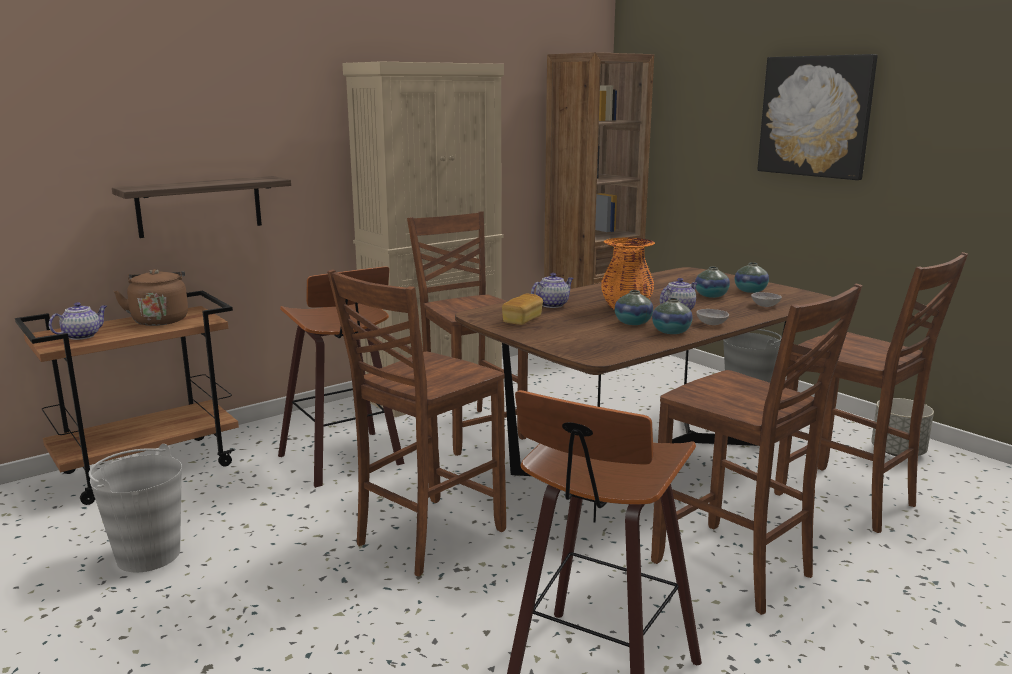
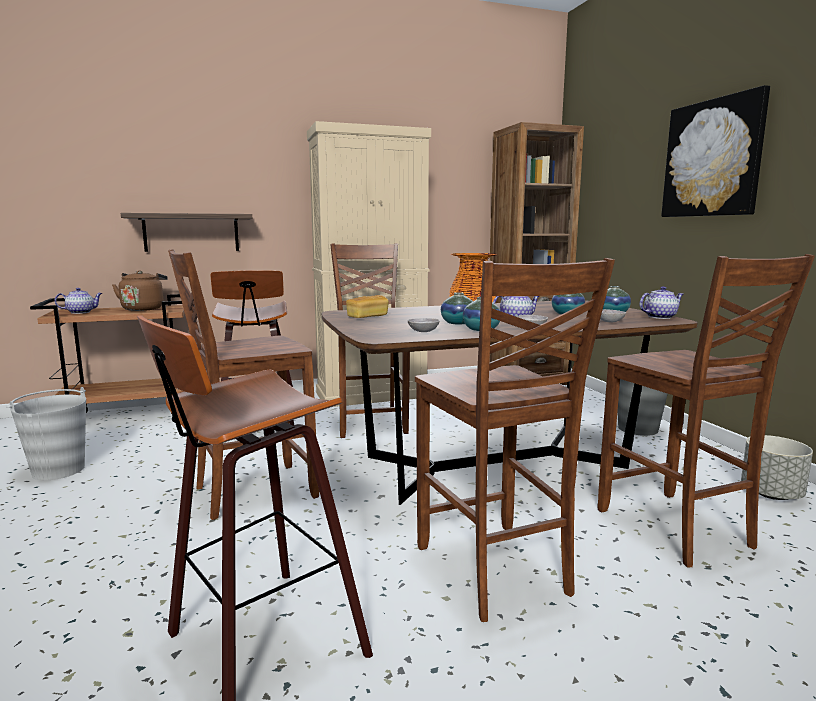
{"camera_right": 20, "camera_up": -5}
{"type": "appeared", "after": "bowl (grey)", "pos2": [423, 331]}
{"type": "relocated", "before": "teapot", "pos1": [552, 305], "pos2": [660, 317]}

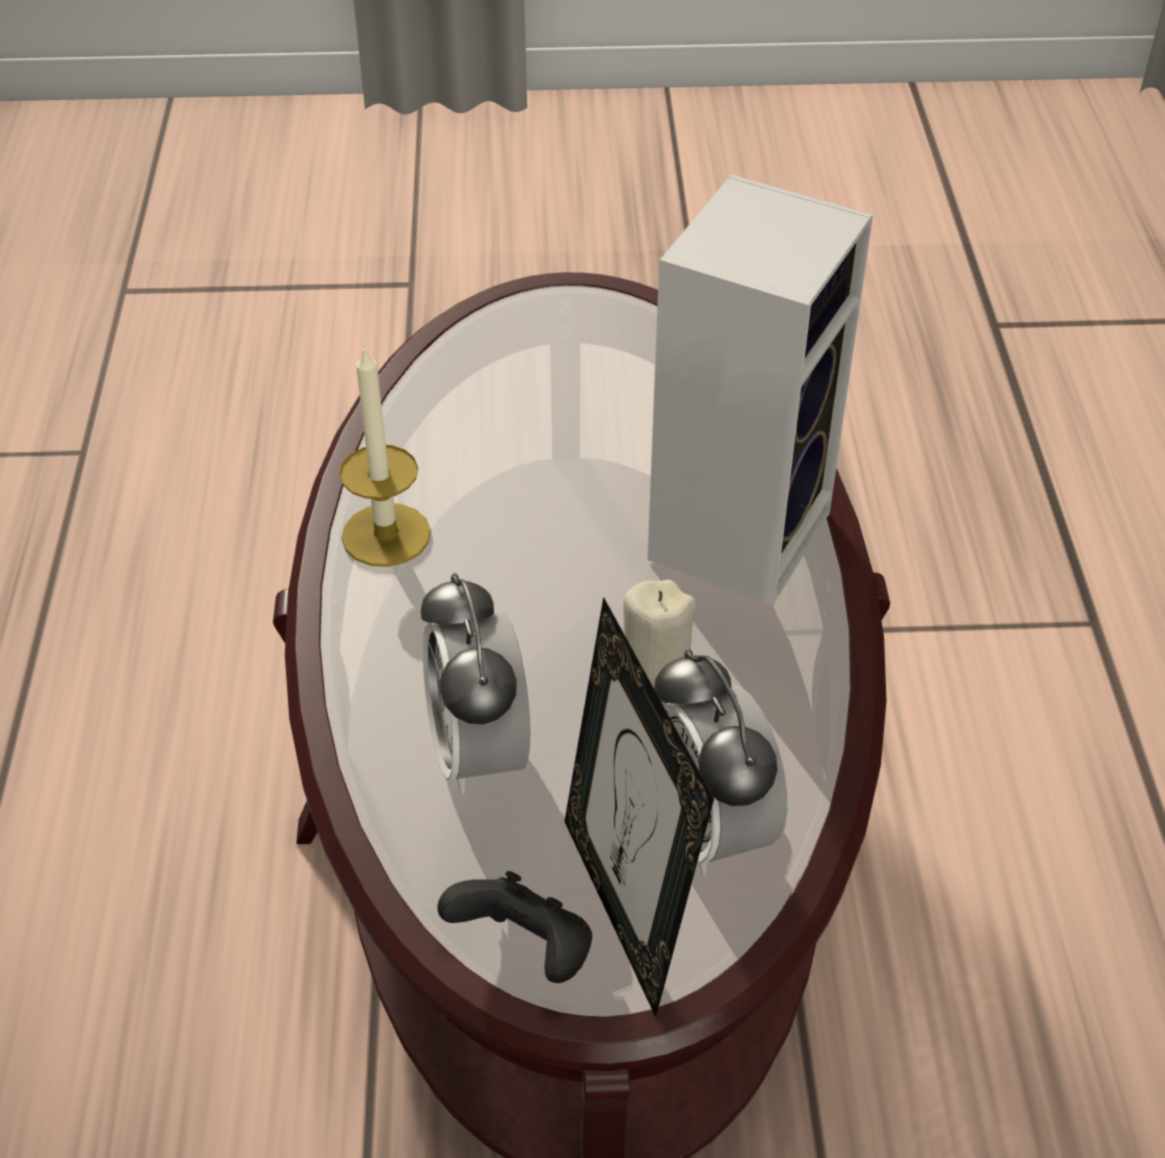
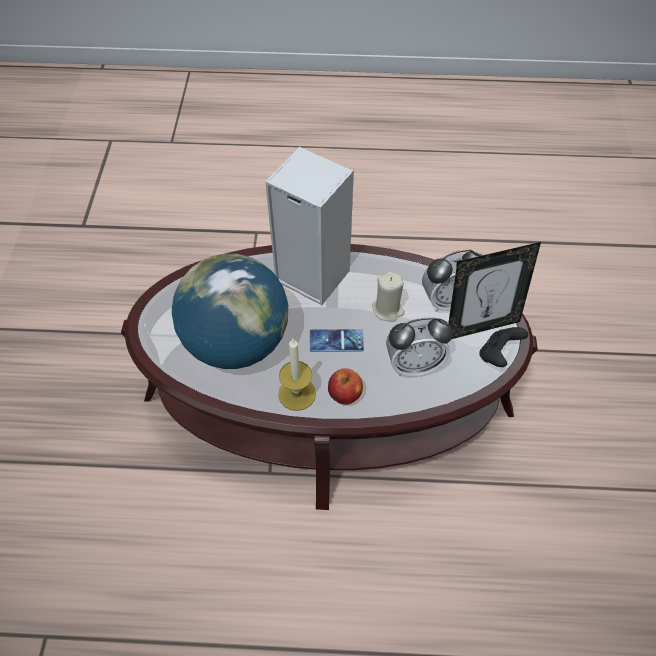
{"camera_right": -85, "camera_up": 10}
{"type": "appeared", "after": "globe", "pos2": [236, 342]}
{"type": "appeared", "after": "phone", "pos2": [336, 340]}
{"type": "appeared", "after": "apple", "pos2": [344, 394]}

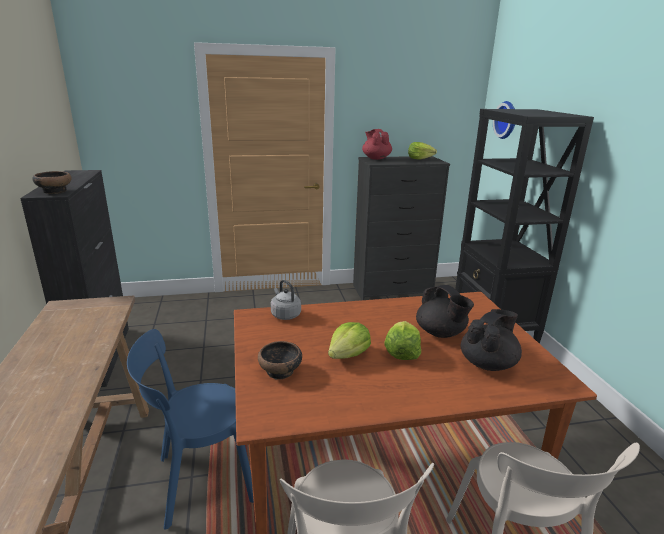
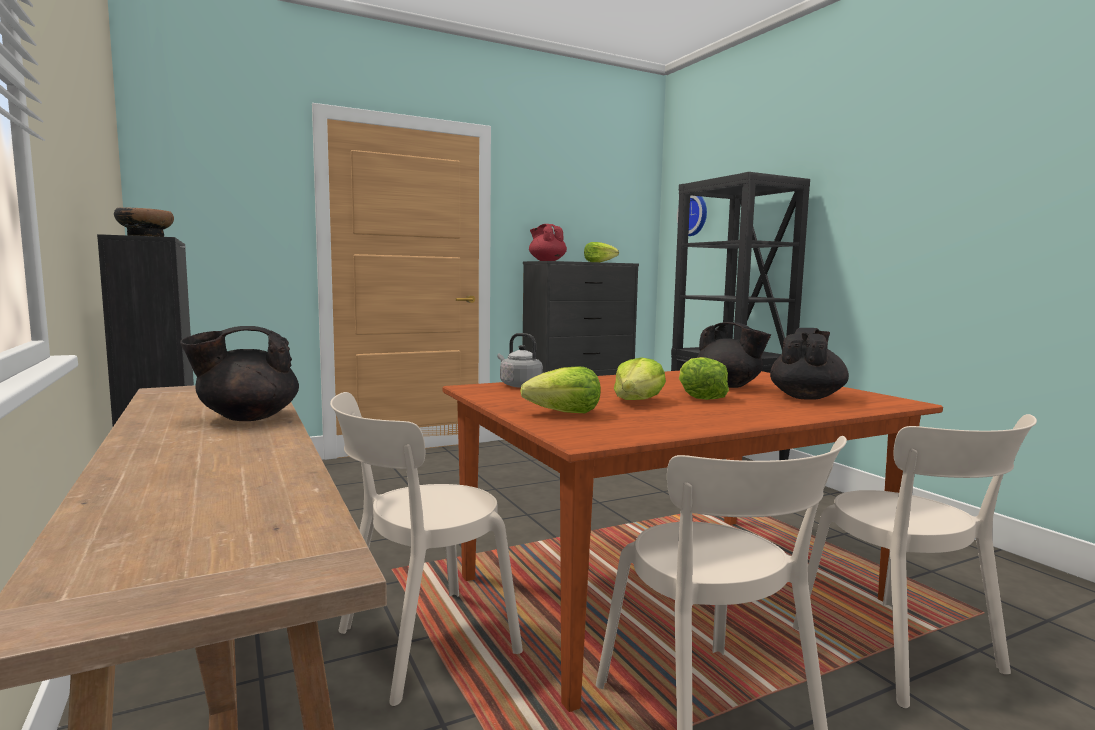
{"camera_right": -15, "camera_up": -15}
{"type": "appeared", "after": "teapot (black)", "pos2": [247, 417]}
{"type": "colour", "before": "chair (blue)", "after": "chair (beige)", "pos1": [200, 481], "pos2": [419, 645]}
{"type": "exchanged", "before": "bowl", "after": "lettuce", "pos1": [280, 371], "pos2": [564, 413]}

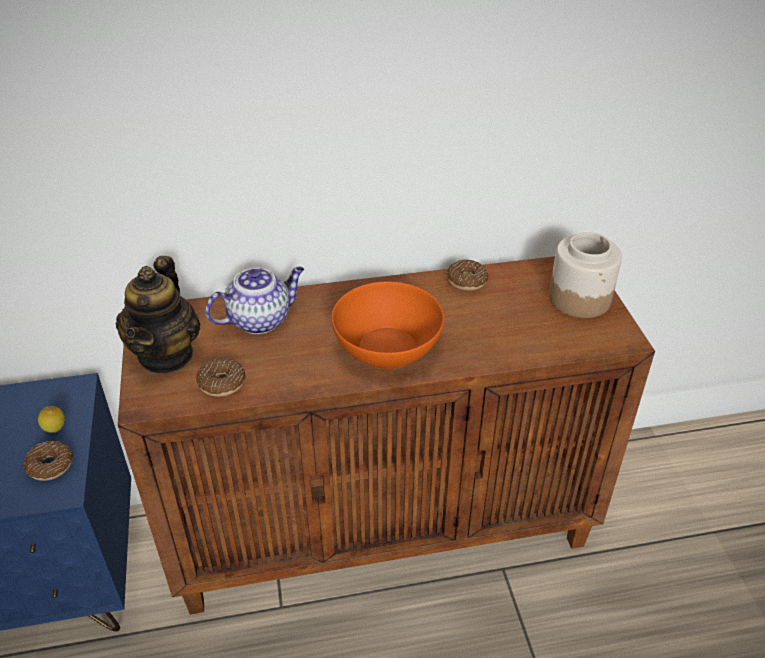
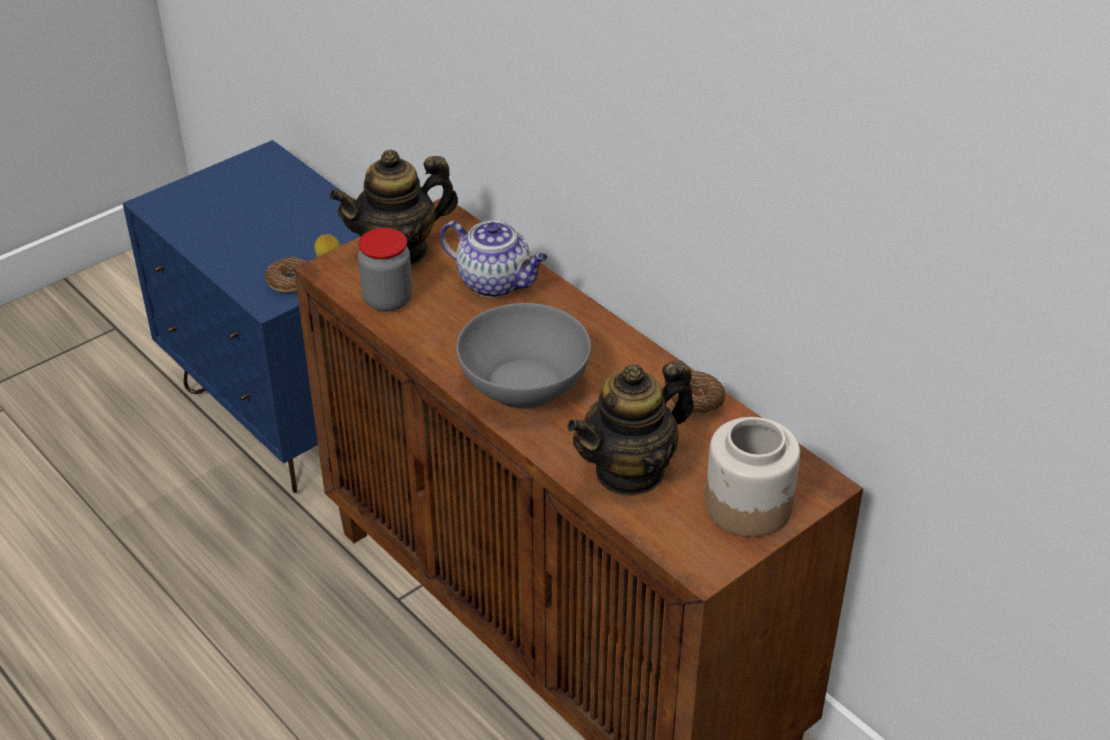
{"camera_right": 60, "camera_up": 0}
{"type": "exchanged", "before": "donut", "after": "jar", "pos1": [222, 383], "pos2": [387, 300]}
{"type": "colour", "before": "bowl (orange)", "after": "bowl (grey)", "pos1": [387, 349], "pos2": [523, 385]}
{"type": "appeared", "after": "teapot", "pos2": [630, 471]}

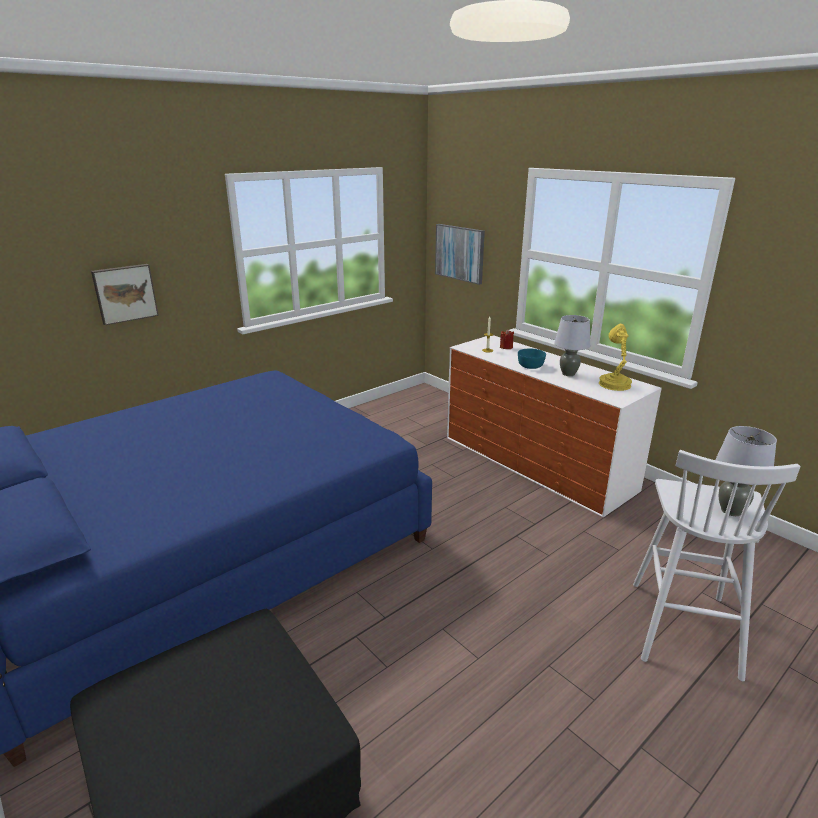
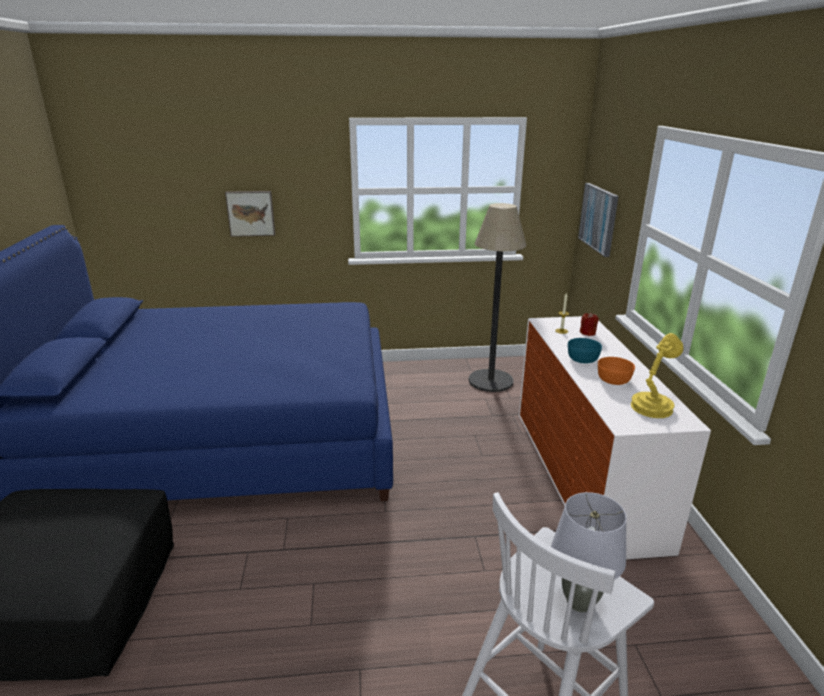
{"camera_right": 35, "camera_up": 0}
{"type": "appeared", "after": "floor lamp", "pos2": [490, 381]}
{"type": "exchanged", "before": "table lamp (grey)", "after": "bowl (orange)", "pos1": [568, 374], "pos2": [613, 379]}

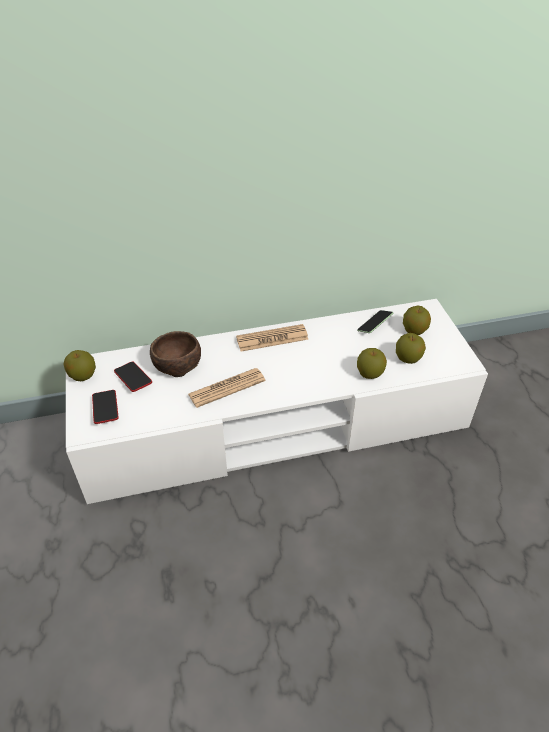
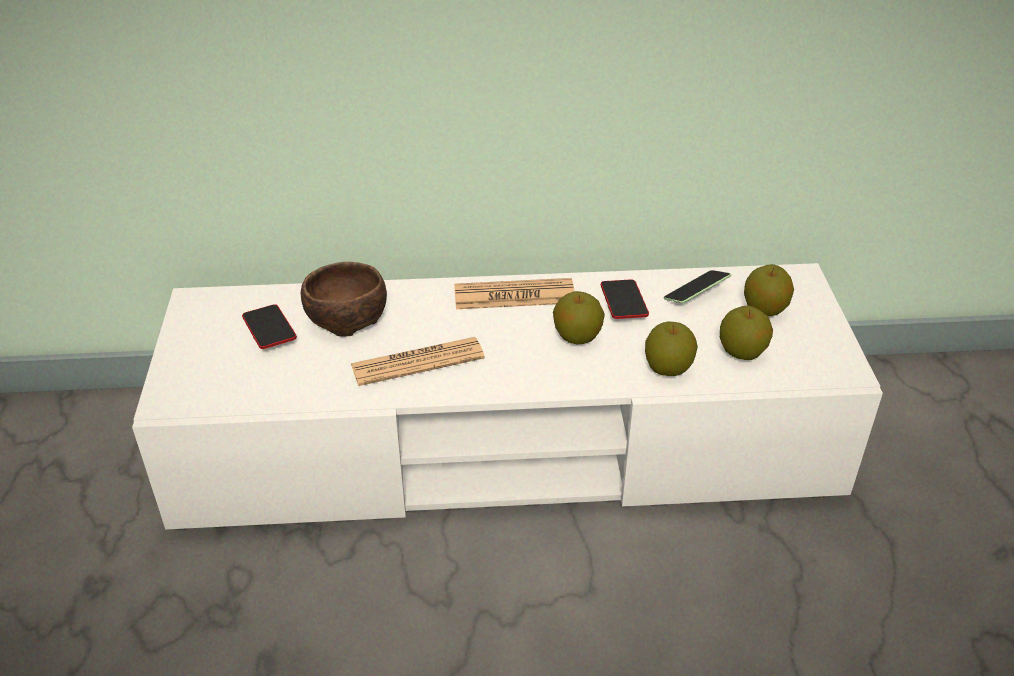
{"camera_right": 10, "camera_up": -5}
{"type": "relocated", "before": "apple", "pos1": [83, 375], "pos2": [577, 336]}
{"type": "relocated", "before": "phone", "pos1": [105, 409], "pos2": [623, 303]}

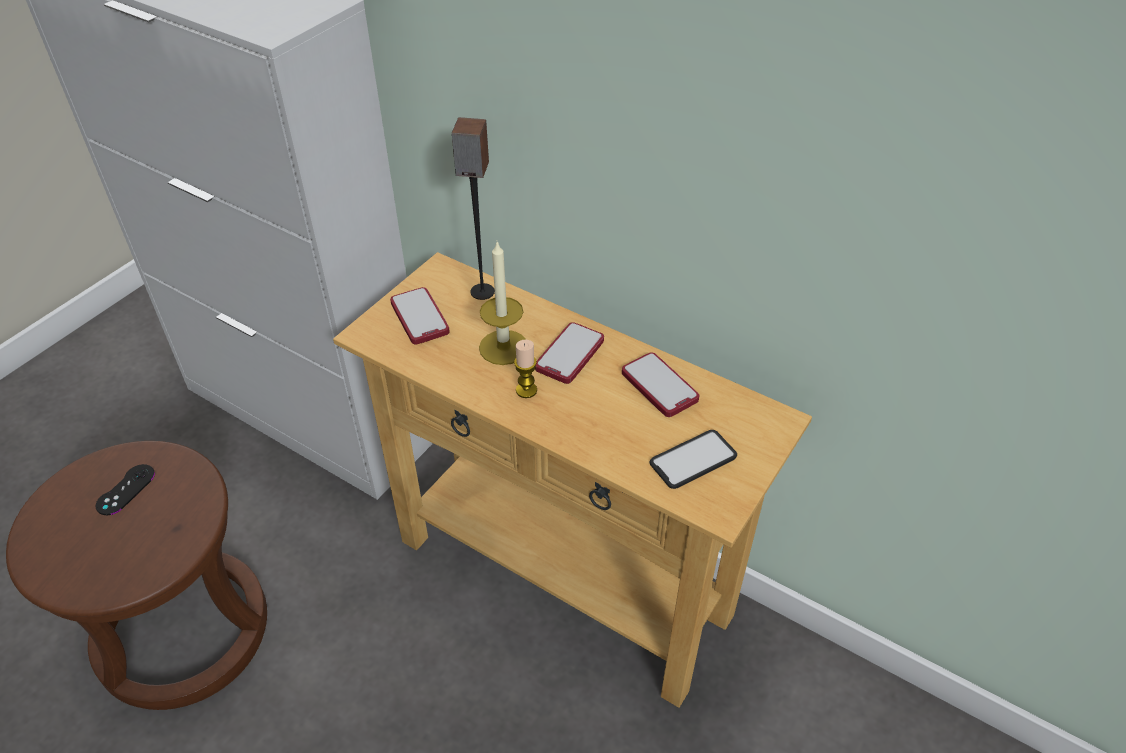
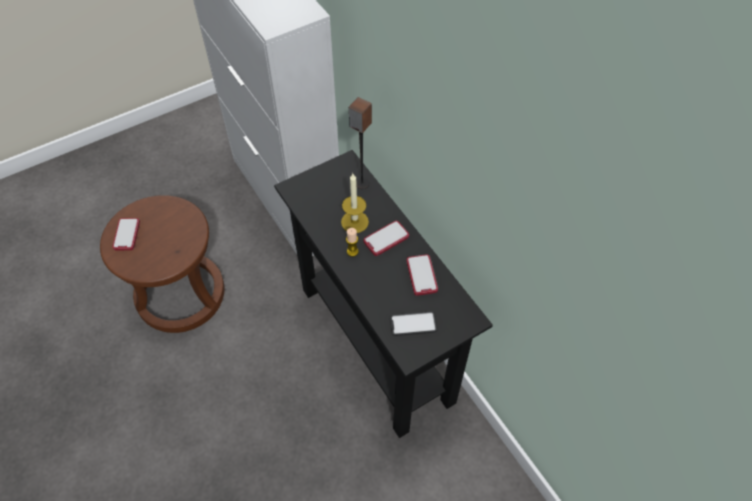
{"camera_right": 25, "camera_up": 10}
{"type": "relocated", "before": "phone", "pos1": [419, 317], "pos2": [126, 235]}
{"type": "colour", "before": "console table (beige)", "after": "console table (black)", "pos1": [563, 577], "pos2": [376, 344]}
{"type": "missing", "before": "game controller (black)", "pos1": [126, 490]}

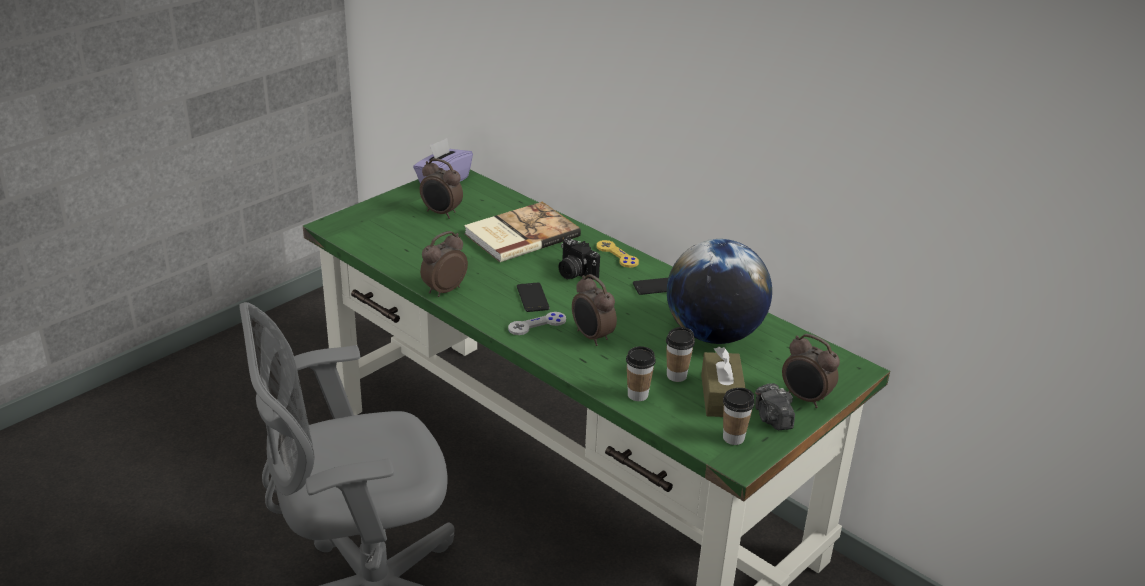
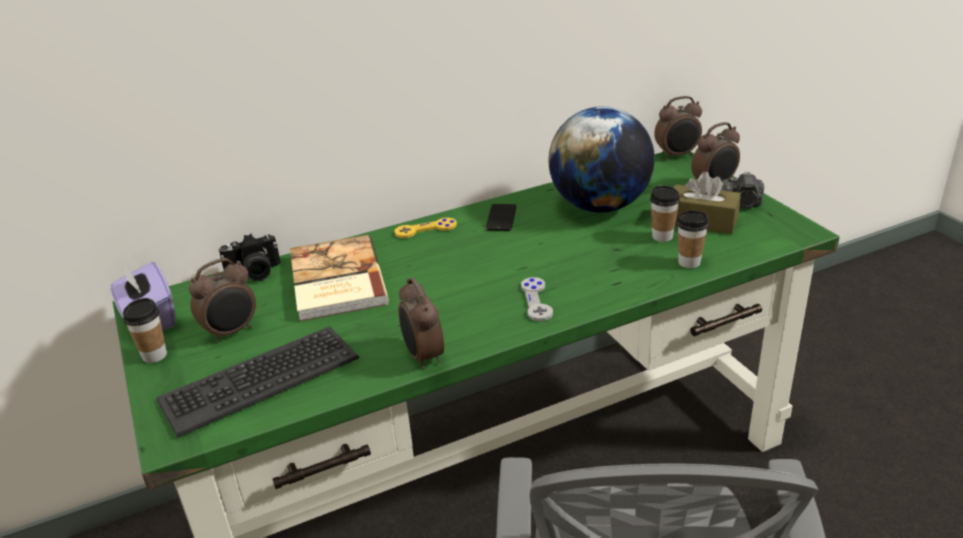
{"camera_right": -65, "camera_up": 0}
{"type": "relocated", "before": "cup", "pos1": [733, 438], "pos2": [154, 355]}
{"type": "appeared", "after": "keyboard", "pos2": [260, 379]}
{"type": "relocated", "before": "photo camera", "pos1": [574, 273], "pos2": [254, 273]}
{"type": "relocated", "before": "alarm clock", "pos1": [591, 337], "pos2": [677, 155]}
{"type": "missing", "before": "phone", "pos1": [532, 298]}

